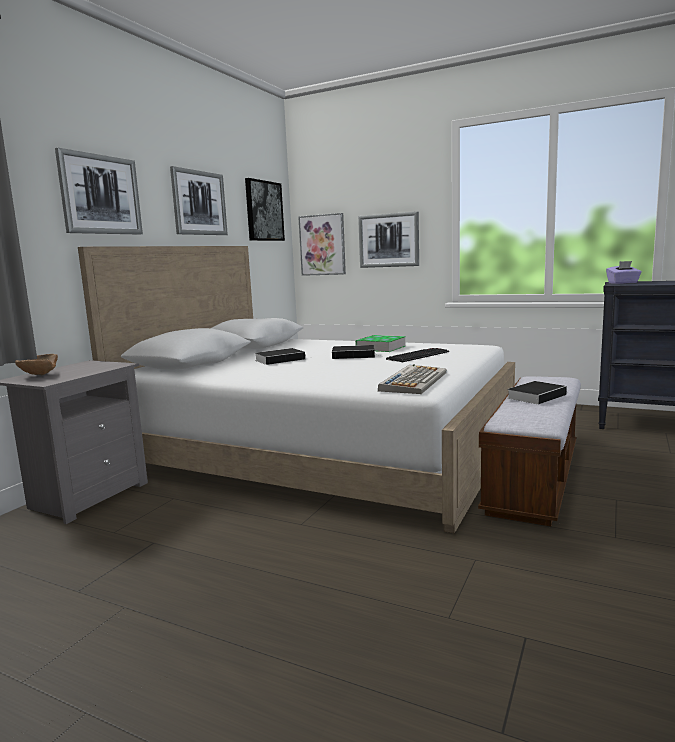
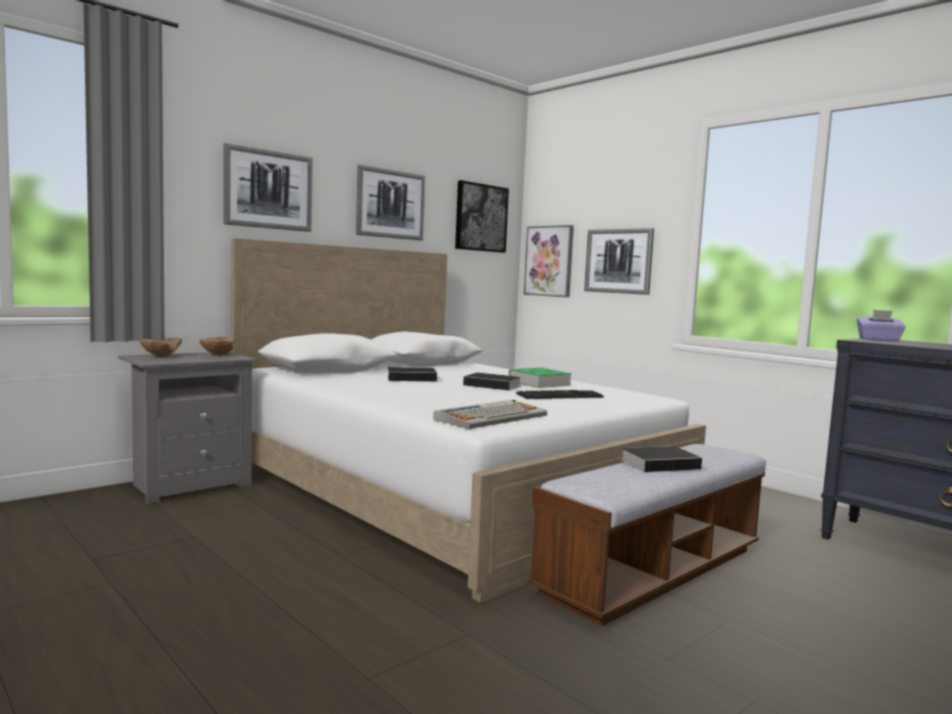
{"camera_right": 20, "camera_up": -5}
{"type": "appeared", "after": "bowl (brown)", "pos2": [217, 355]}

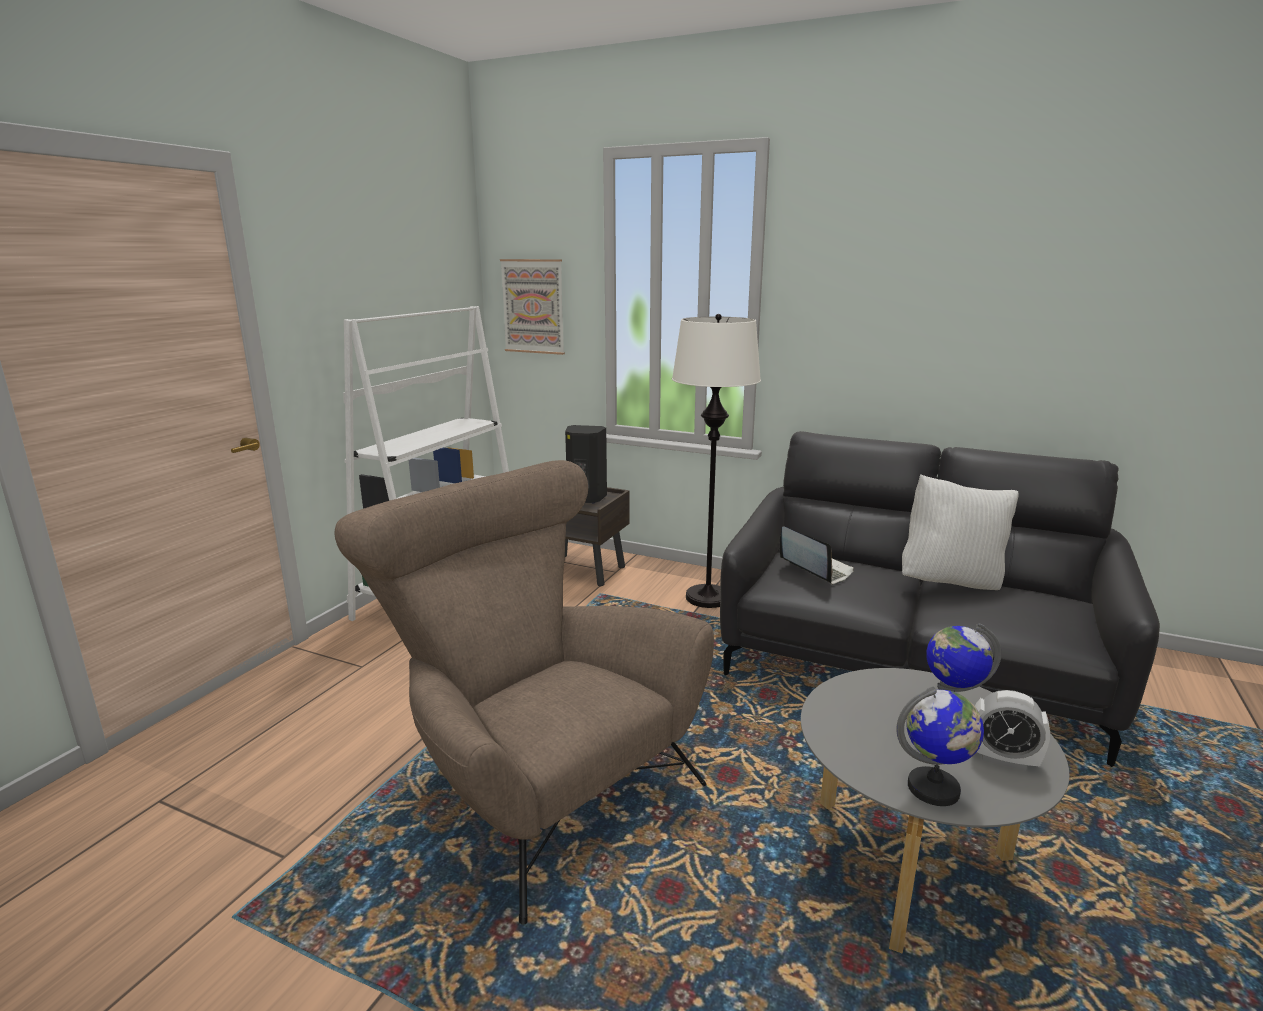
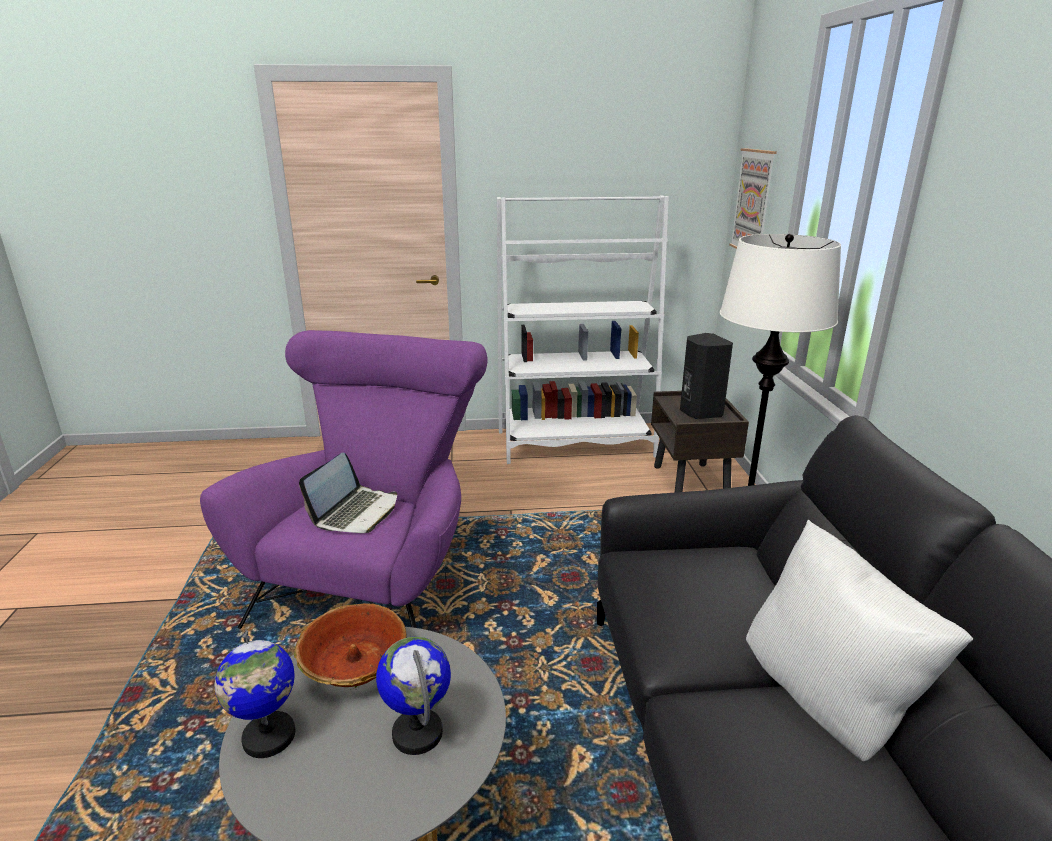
{"camera_right": 60, "camera_up": 5}
{"type": "colour", "before": "armchair (brown)", "after": "armchair (purple)", "pos1": [535, 782], "pos2": [375, 579]}
{"type": "appeared", "after": "bowl", "pos2": [354, 664]}
{"type": "relocated", "before": "laptop", "pos1": [815, 569], "pos2": [356, 512]}
{"type": "missing", "before": "alarm clock", "pos1": [1003, 759]}

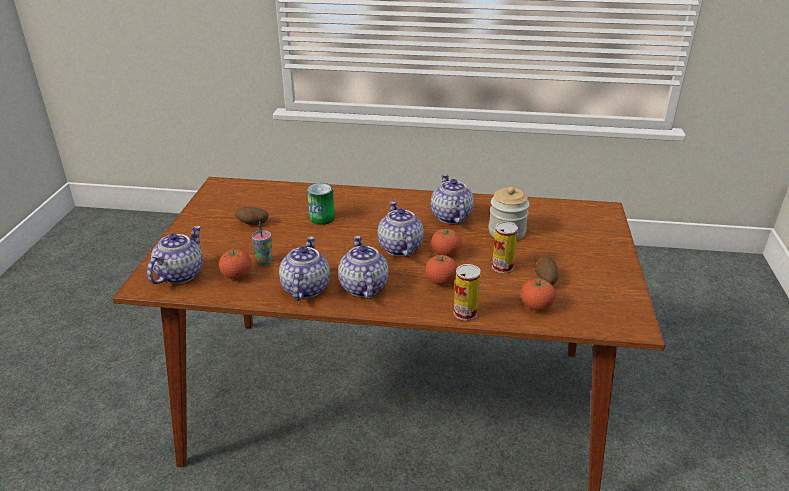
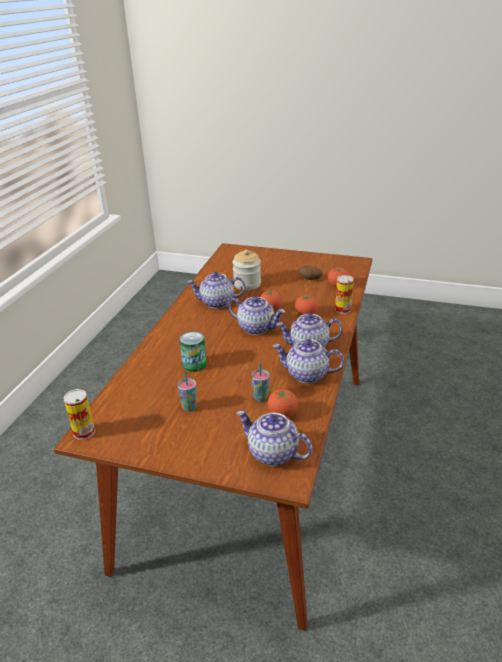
{"camera_right": -80, "camera_up": 0}
{"type": "relocated", "before": "can", "pos1": [502, 267], "pos2": [84, 432]}
{"type": "exchanged", "before": "potato", "after": "cup", "pos1": [253, 224], "pos2": [189, 407]}
{"type": "spun", "before": "teapot", "pos1": [399, 248], "pos2": [256, 328], "turn": -150}

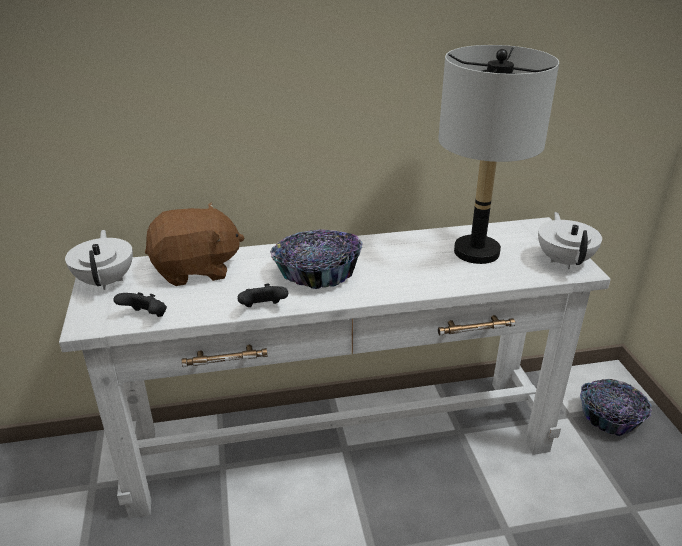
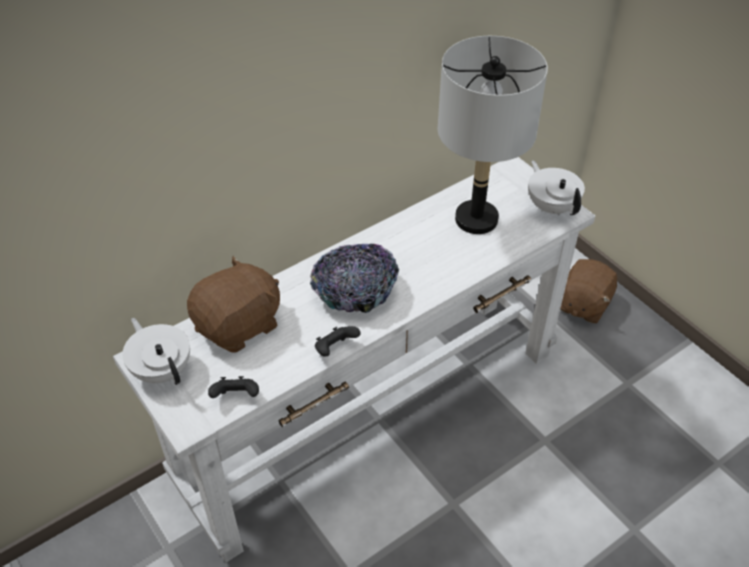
{"camera_right": -25, "camera_up": 15}
{"type": "exchanged", "before": "bowl", "after": "plush toy (brown)", "pos1": [611, 417], "pos2": [583, 304]}

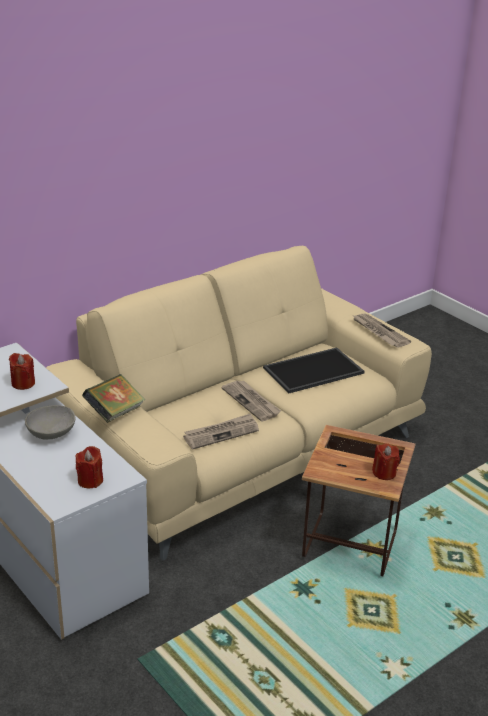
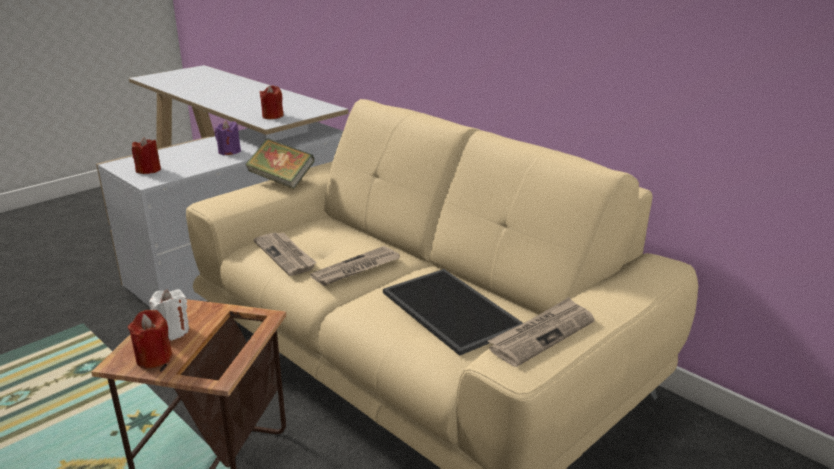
{"camera_right": 85, "camera_up": -5}
{"type": "appeared", "after": "candle (white)", "pos2": [172, 331]}
{"type": "exchanged", "before": "bowl (grey)", "after": "candle (purple)", "pos1": [51, 433], "pos2": [229, 152]}

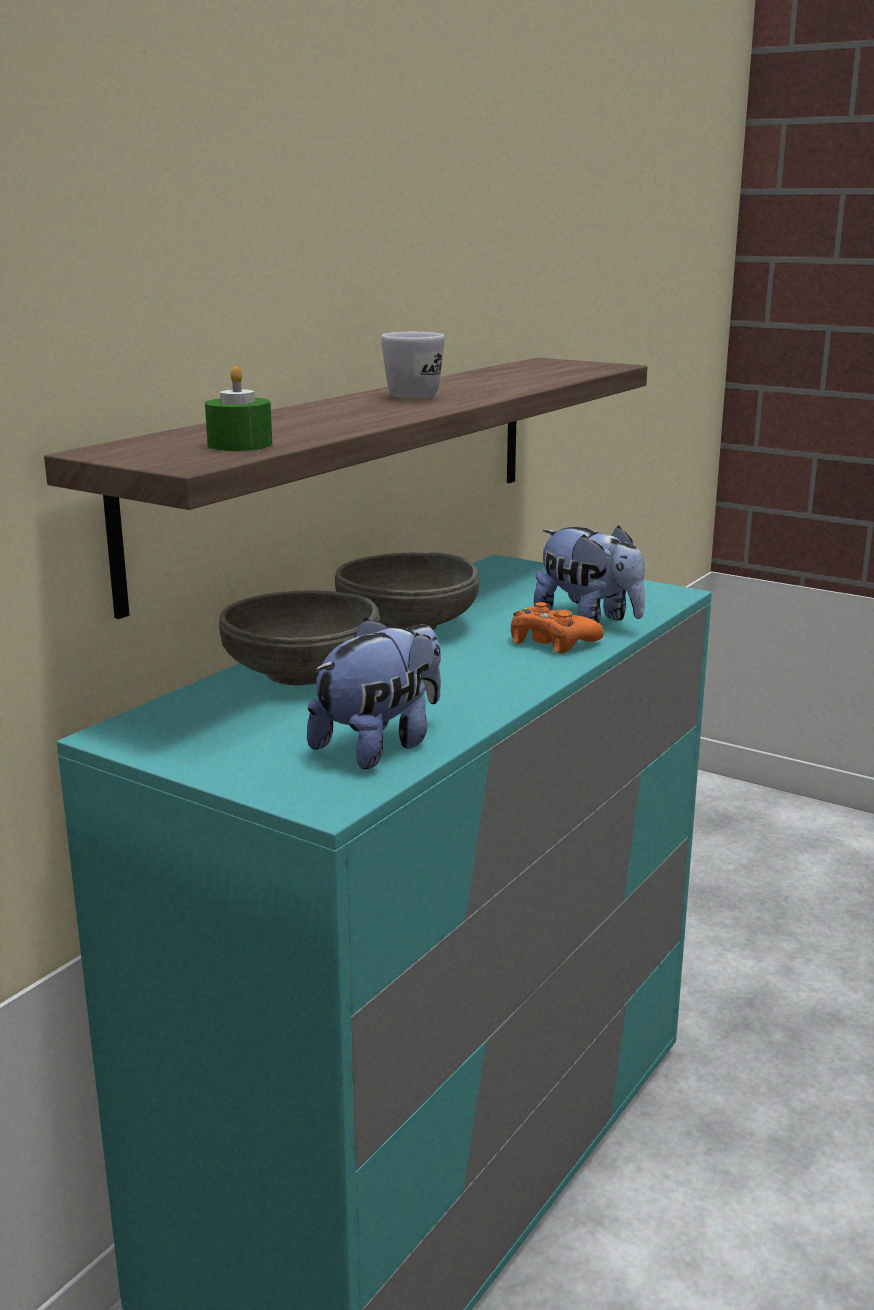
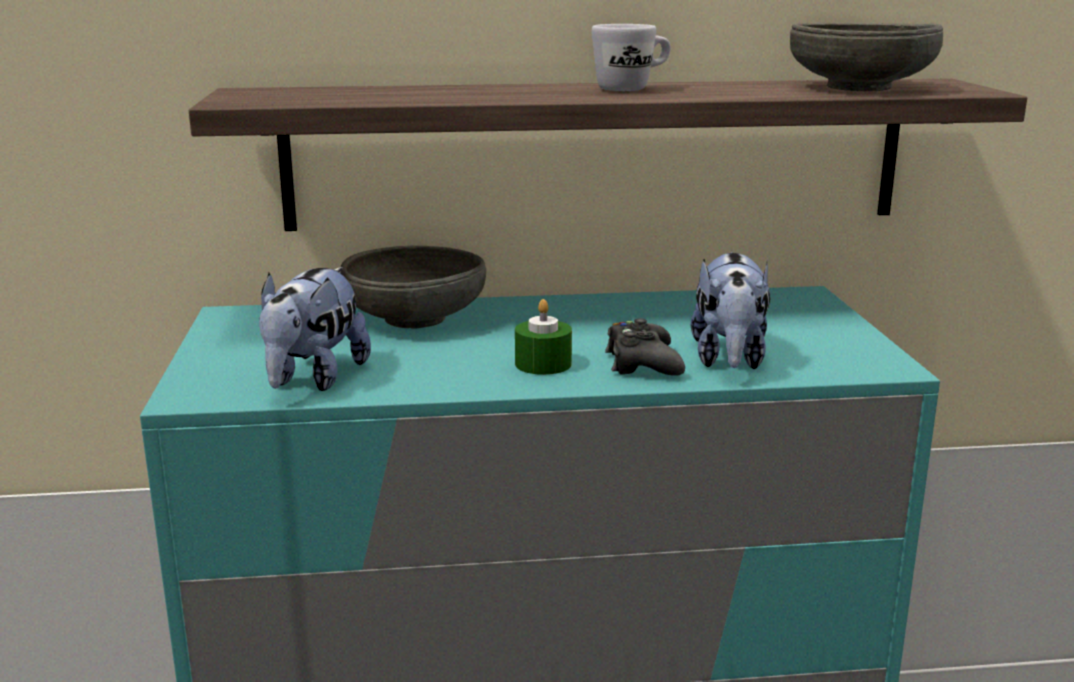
{"camera_right": 50, "camera_up": 0}
{"type": "spun", "before": "plush toy", "pos1": [380, 745], "pos2": [313, 379], "turn": 105}
{"type": "relocated", "before": "candle (green)", "pos1": [240, 444], "pos2": [543, 364]}
{"type": "colour", "before": "game controller (orange)", "after": "game controller (black)", "pos1": [551, 641], "pos2": [642, 363]}
{"type": "relocated", "before": "bowl (grey)", "pos1": [408, 626], "pos2": [859, 88]}

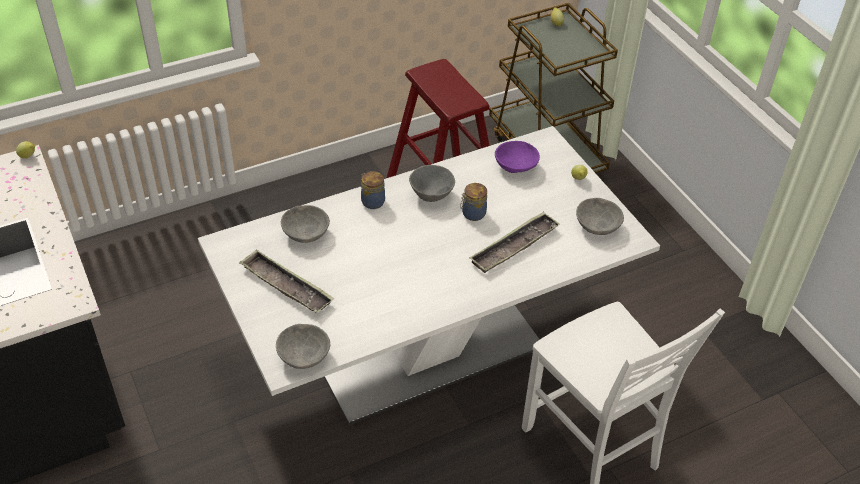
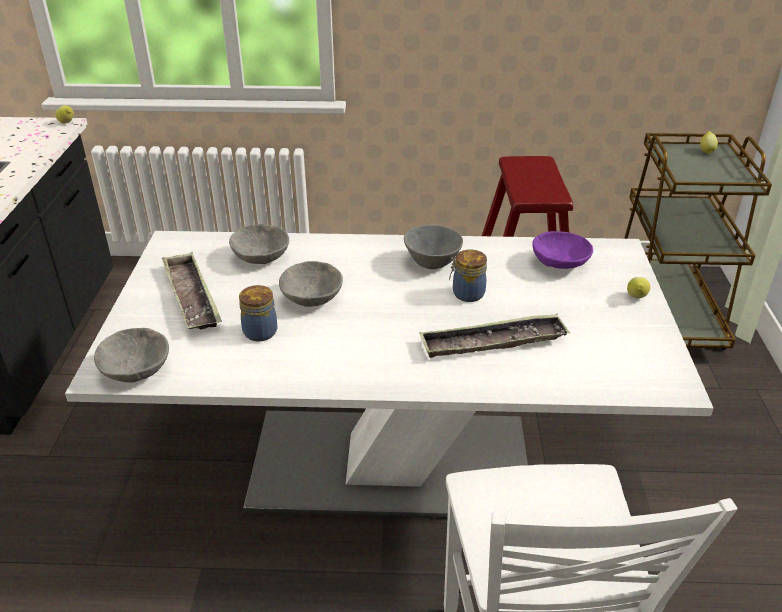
{"camera_right": 30, "camera_up": -10}
{"type": "relocated", "before": "jar", "pos1": [372, 201], "pos2": [260, 331]}
{"type": "relocated", "before": "bowl (grey)", "pos1": [596, 226], "pos2": [312, 297]}

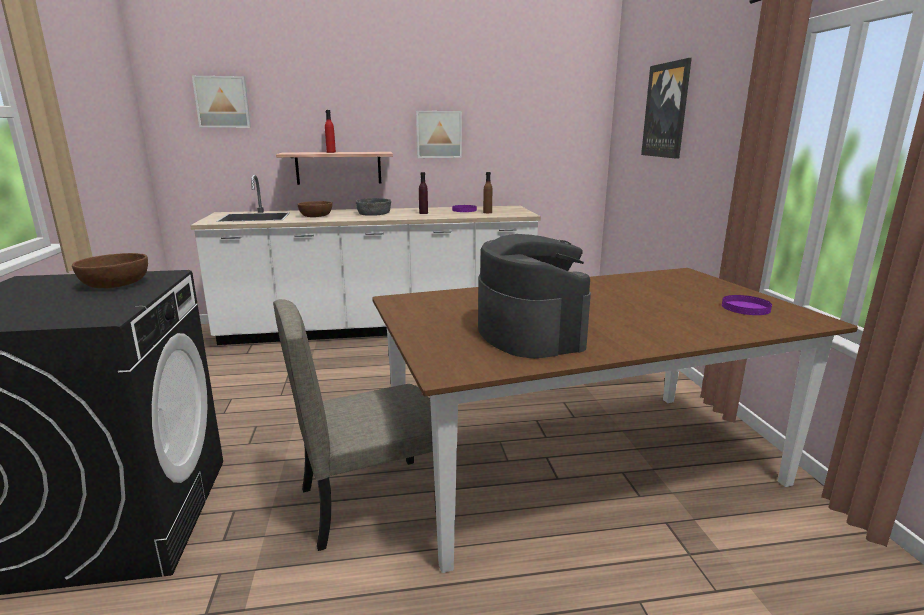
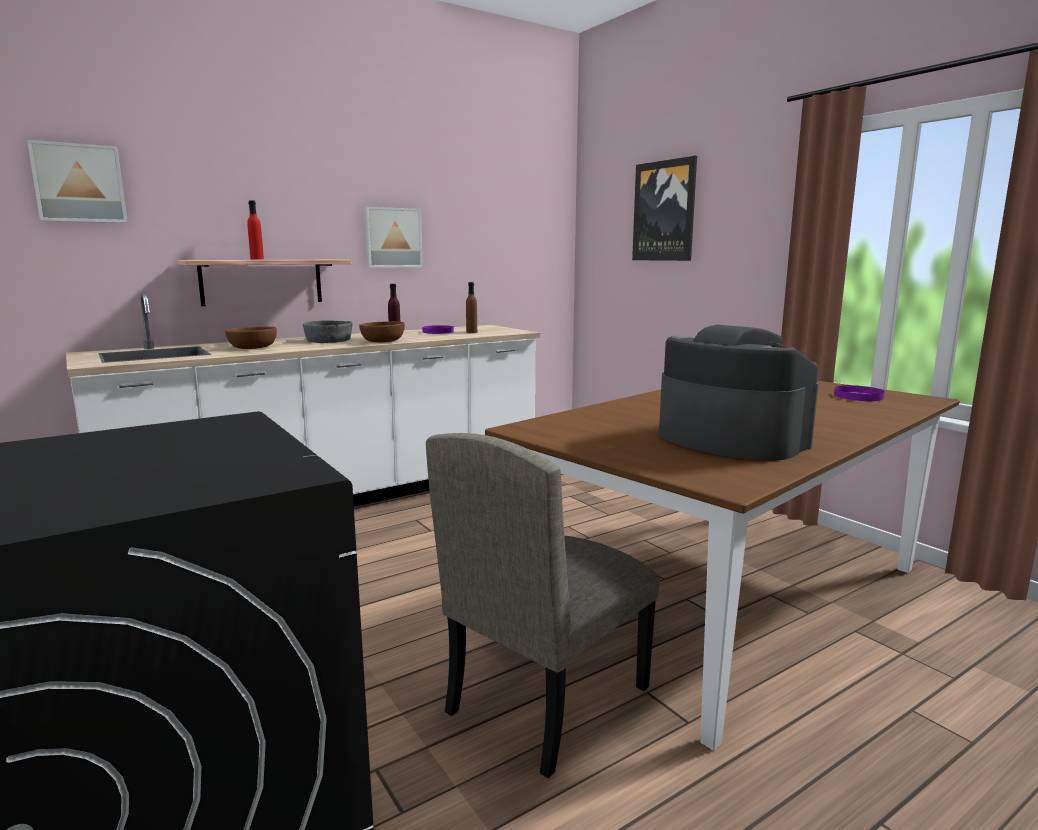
{"camera_right": -25, "camera_up": -5}
{"type": "relocated", "before": "bowl (brown)", "pos1": [115, 284], "pos2": [382, 341]}

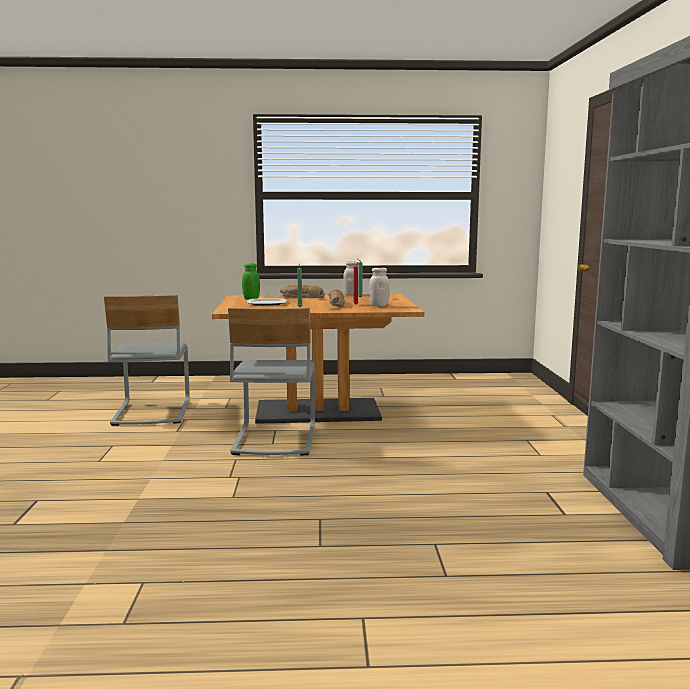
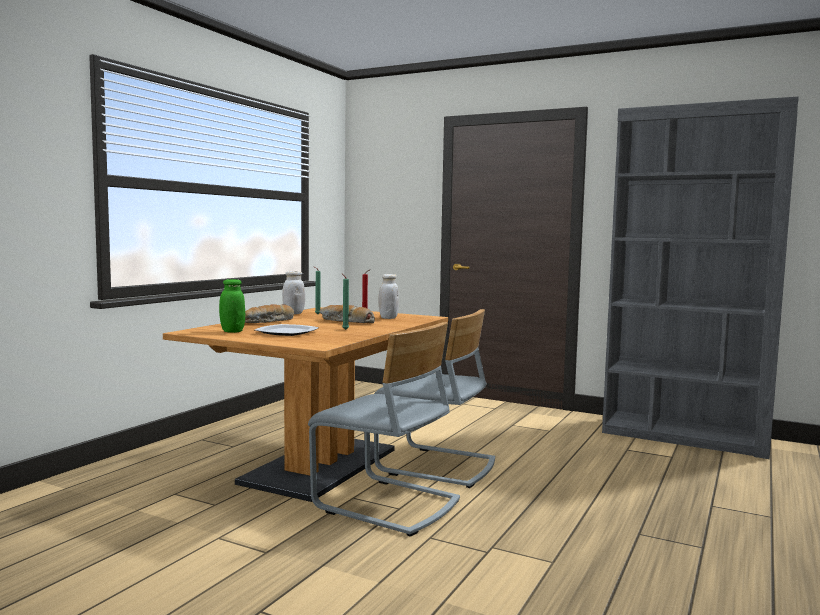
{"camera_right": -60, "camera_up": -5}
{"type": "relocated", "before": "chair (grey)", "pos1": [151, 412], "pos2": [436, 466]}

